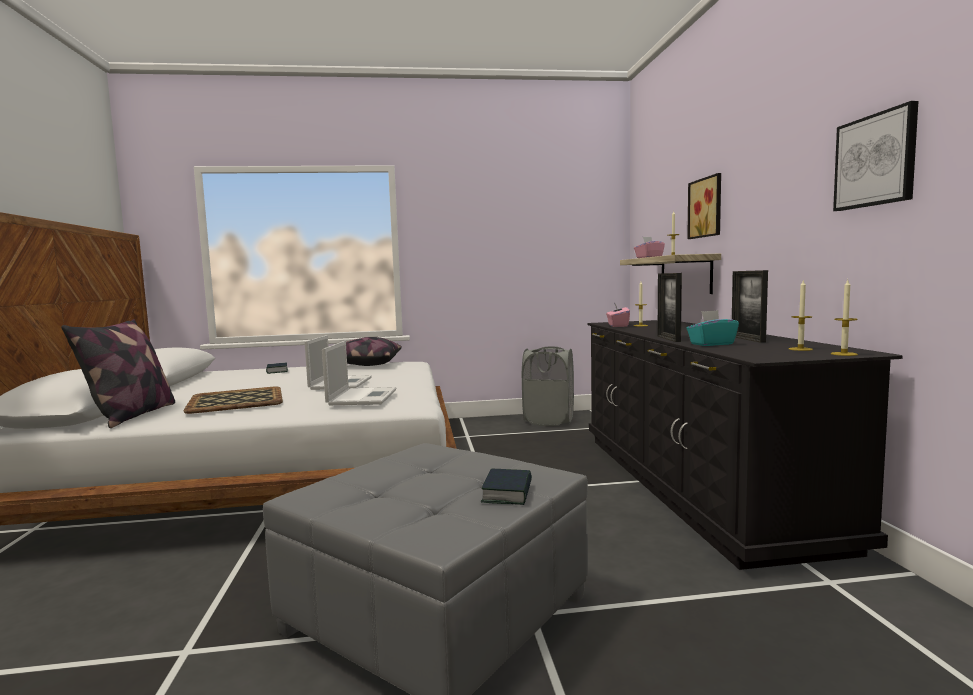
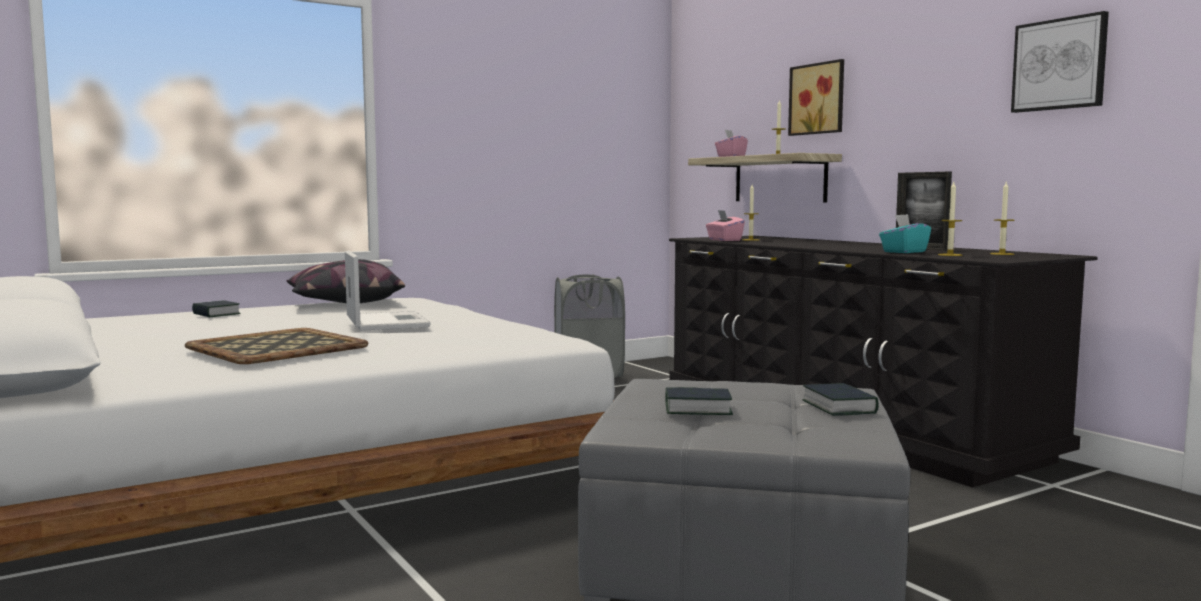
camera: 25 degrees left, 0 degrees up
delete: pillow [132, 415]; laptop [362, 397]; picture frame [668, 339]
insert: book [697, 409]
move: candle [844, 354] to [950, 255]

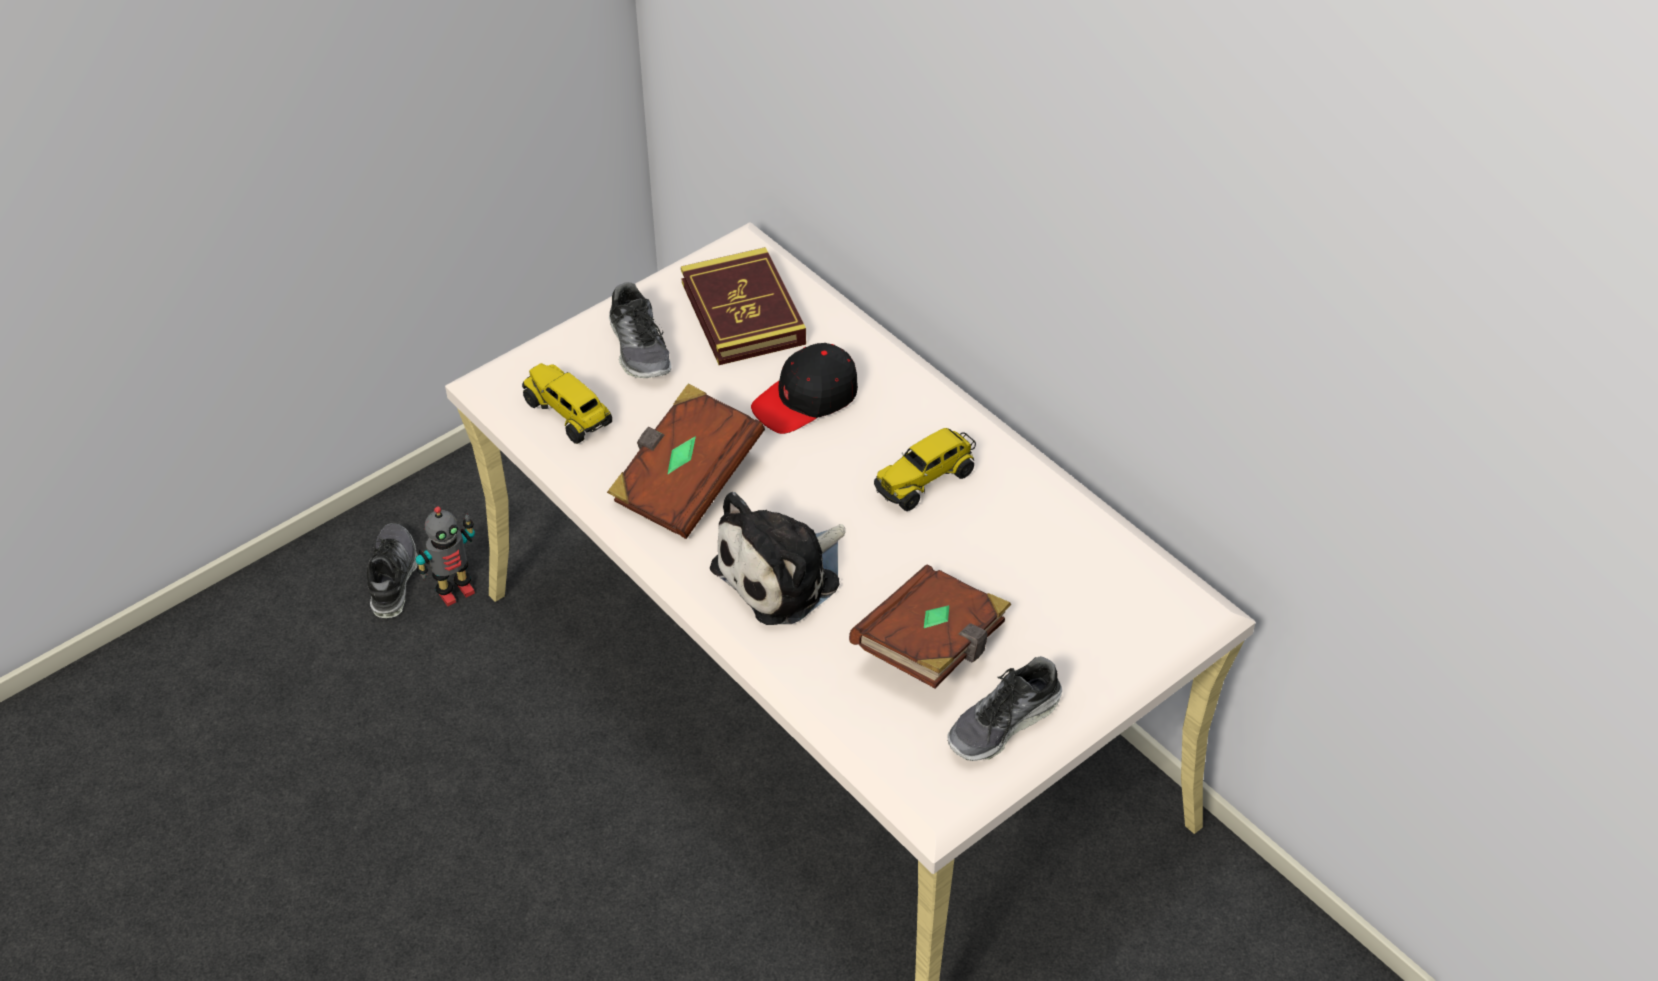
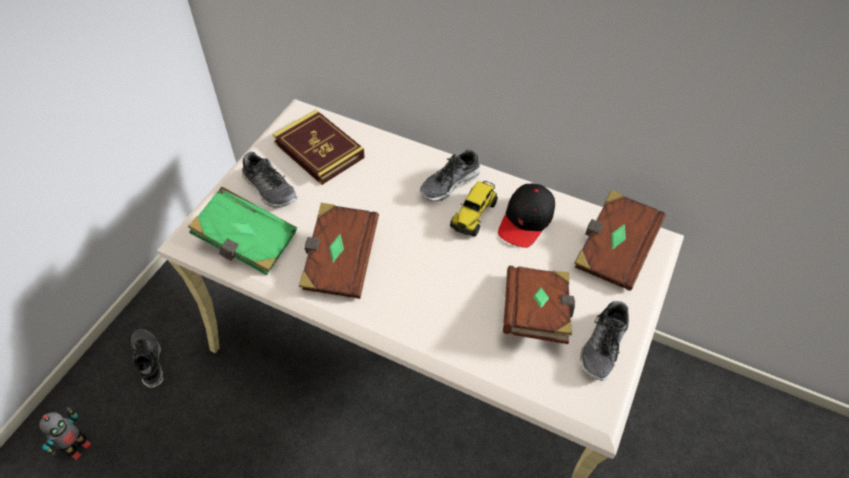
camera: 25 degrees left, 5 degrees up
delete: plush toy [783, 574]
insert: shoe [450, 184]; book (brown) [613, 251]
move: toy robot [455, 591] to [78, 448]; cap (black) [806, 399] to [526, 220]
replace: toy truck [569, 414] to book (green) [247, 243]

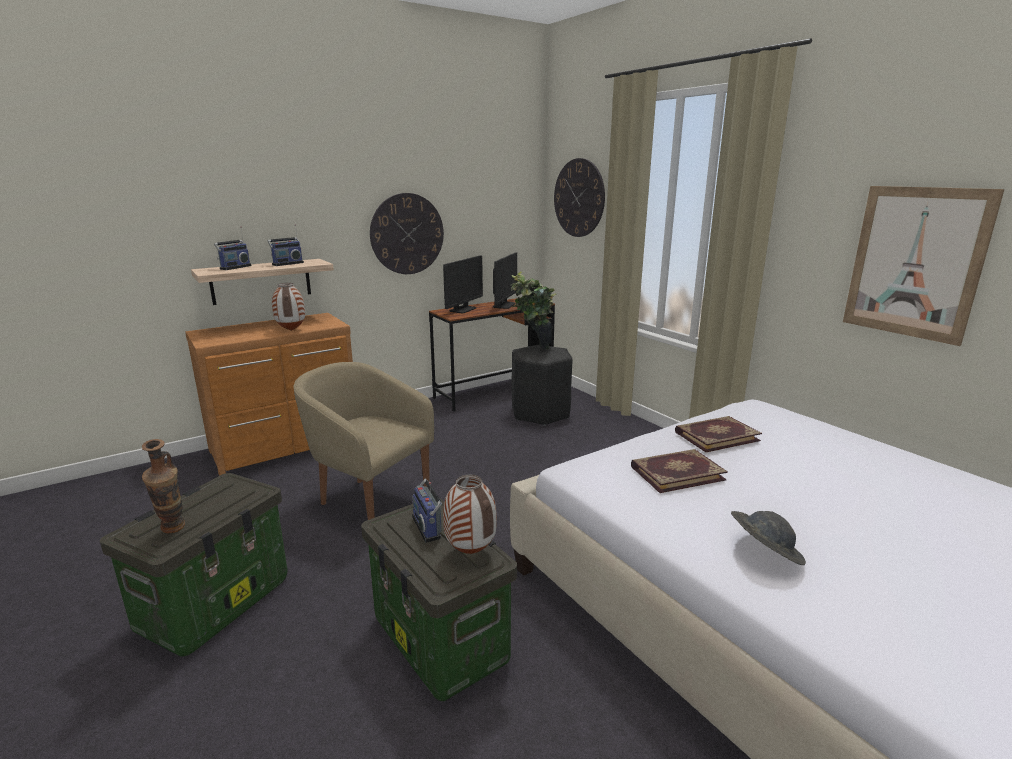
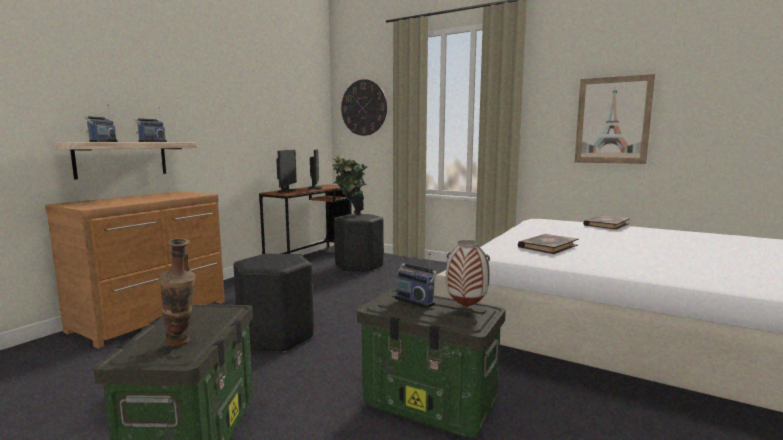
camera: 25 degrees left, 10 degrees down
delete: vase [291, 330]; wall clock [407, 234]; hat (grey) [763, 552]
move: book [716, 436] to [605, 224]
replace: armchair (beige) [369, 502] to stool (black) [276, 337]

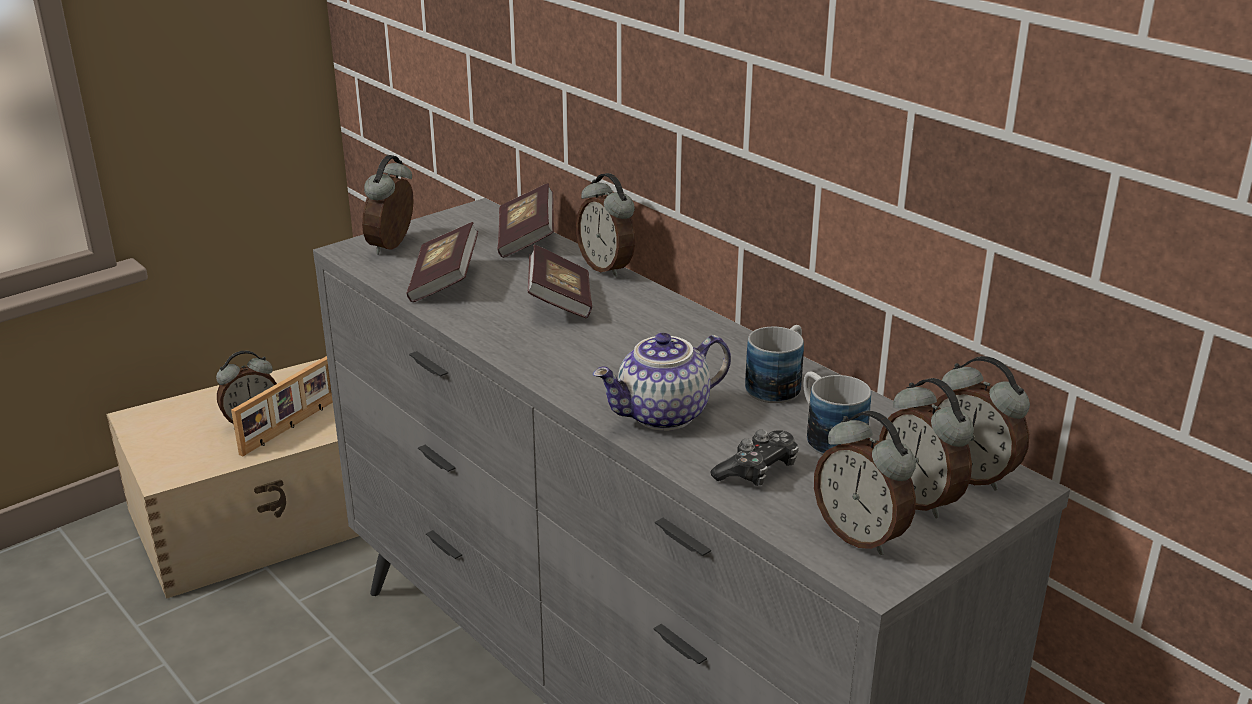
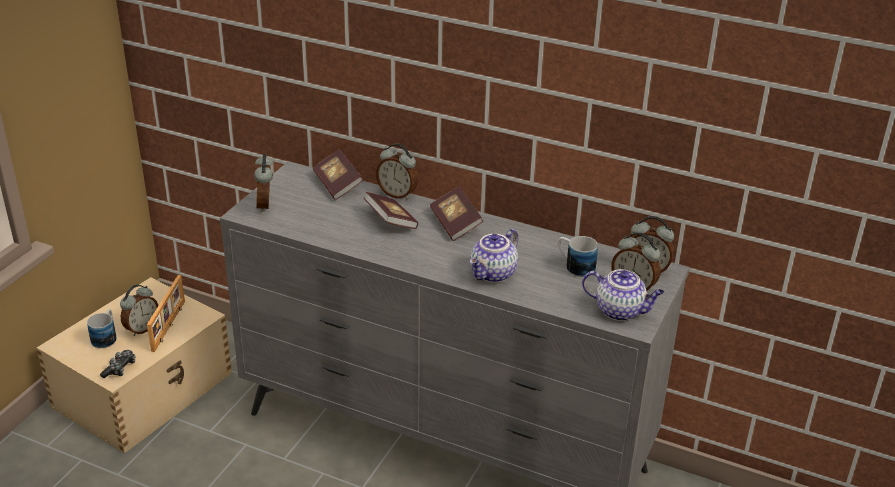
camera: 25 degrees left, 5 degrees up
move: book [444, 281] to [455, 224]; game controller [757, 470] to [120, 368]; mug [778, 384] to [106, 337]
replace: alarm clock [861, 535] to teapot [620, 311]

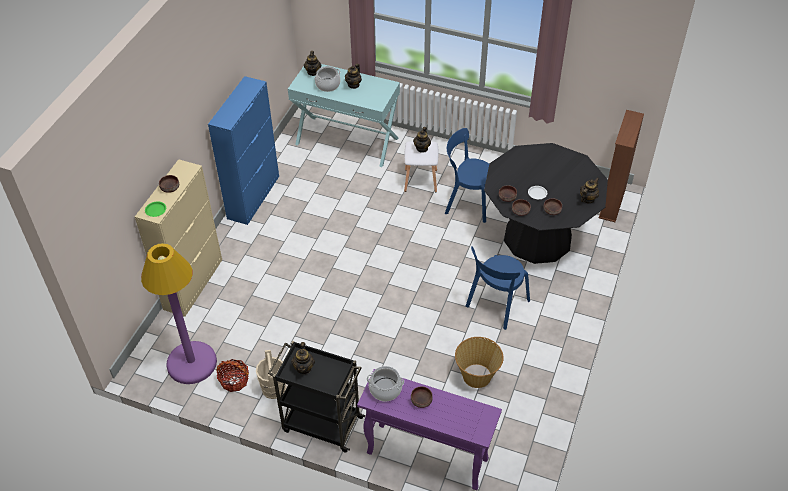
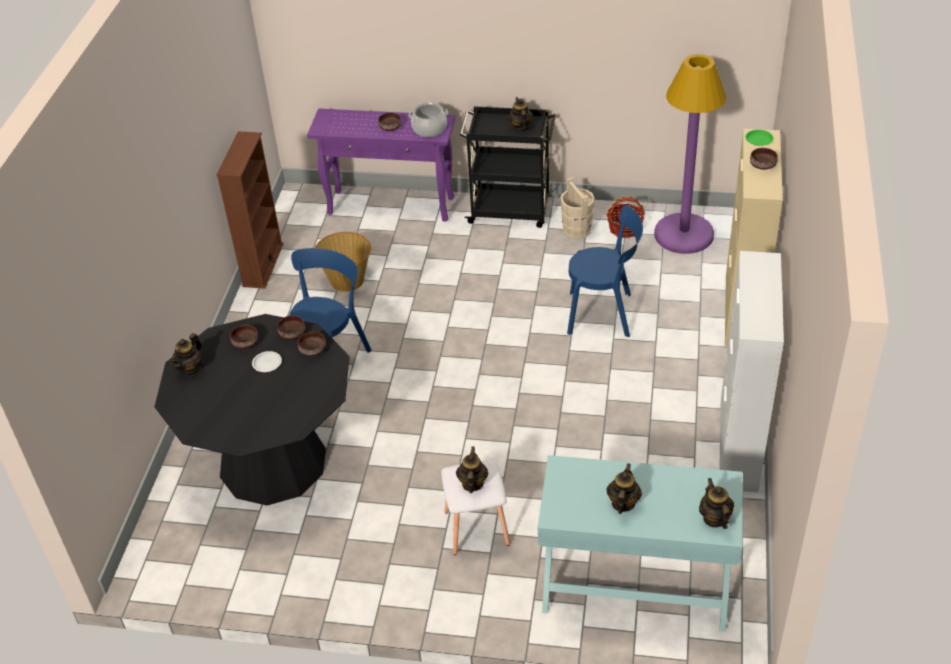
camera: 170 degrees right, 5 degrees down
delete: cooking pot [328, 85]
move: chair (blue) [467, 202] to [603, 314]; bookcase (brown) [612, 203] to [263, 265]
recolor: cabinet (blue) [254, 197] to cabinet (white) [738, 445]

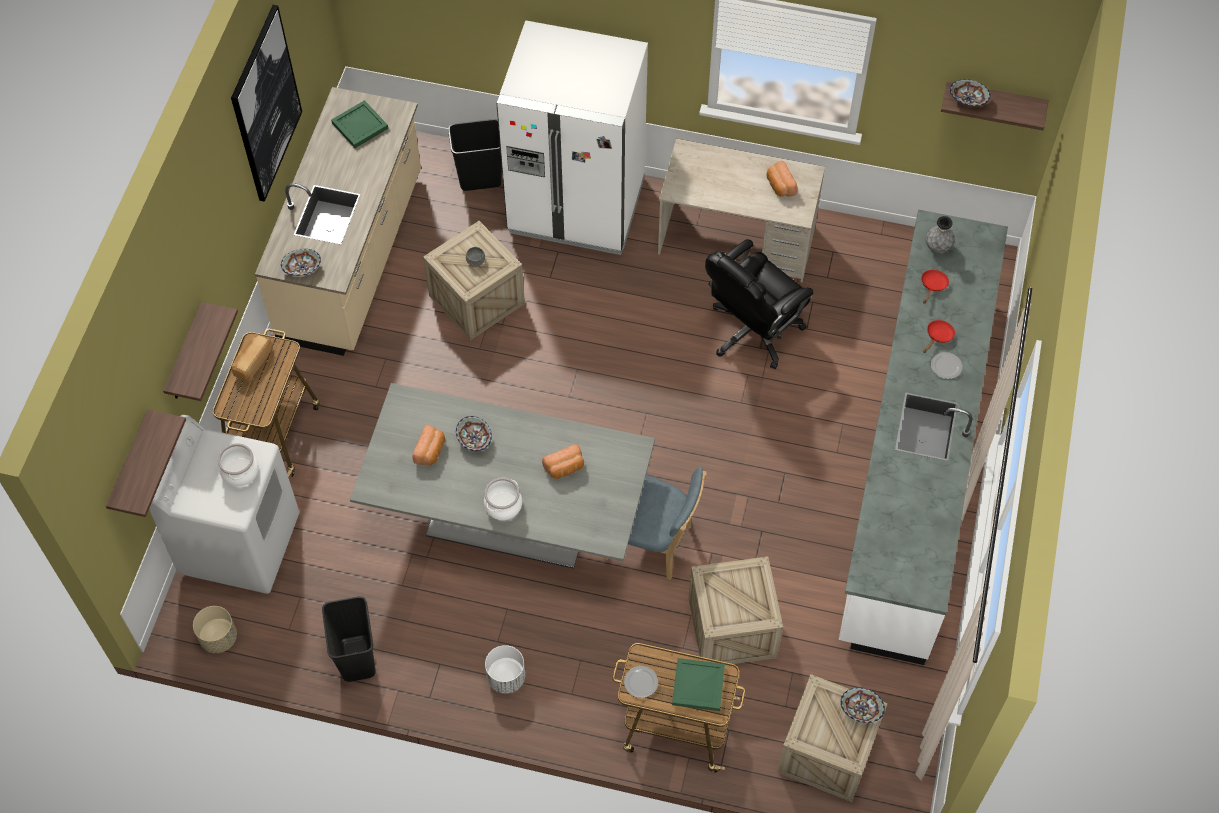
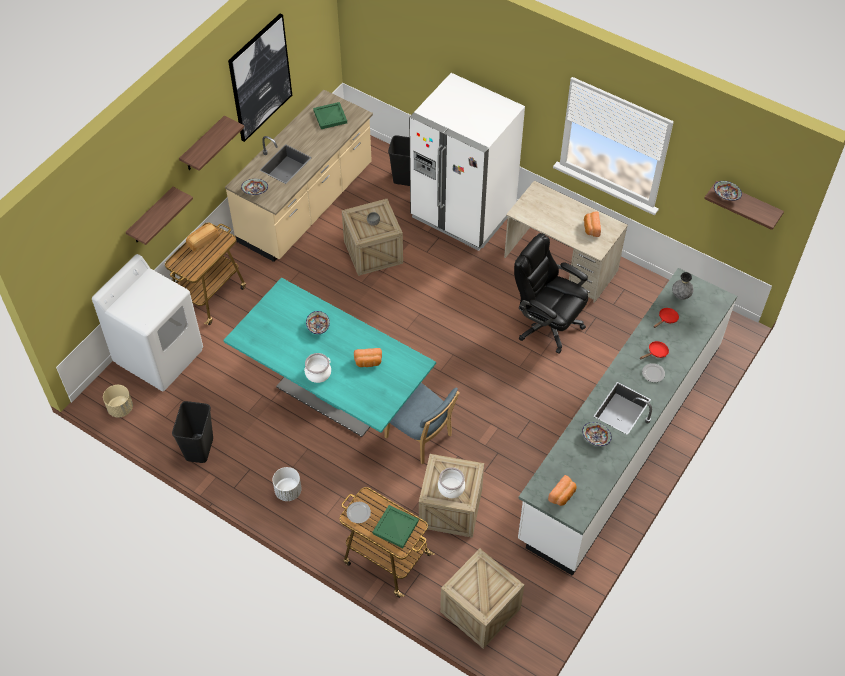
camera: 20 degrees right, 5 degrees down
move: shelf [131, 466] to [203, 145]; cooking pot [240, 471] to [451, 487]; bread [431, 451] to [562, 495]; bowl [861, 710] to [595, 438]
recolor: dining table (grey) [509, 521] to dining table (turquoise) [333, 394]
rotate: office chair (black) [753, 331] = [547, 324] 60 degrees clockwise

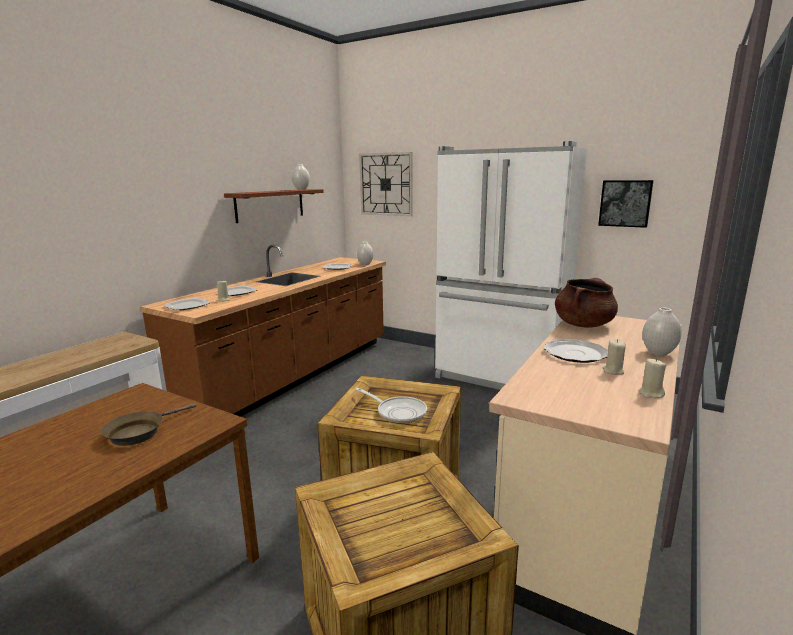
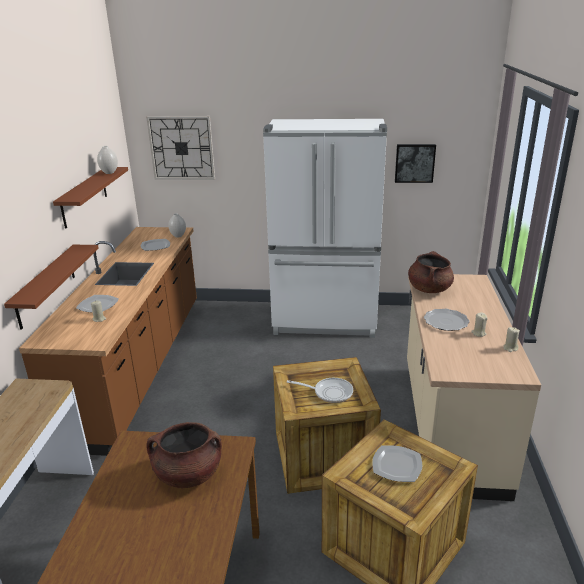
camera: 25 degrees left, 10 degrees up
delete: vase (white) [658, 353]
insert: shelf (brown) [45, 286]
move: plate [188, 306] to [397, 465]
replace: frying pan (brown) [139, 432] to cooking pot (brown) [188, 474]

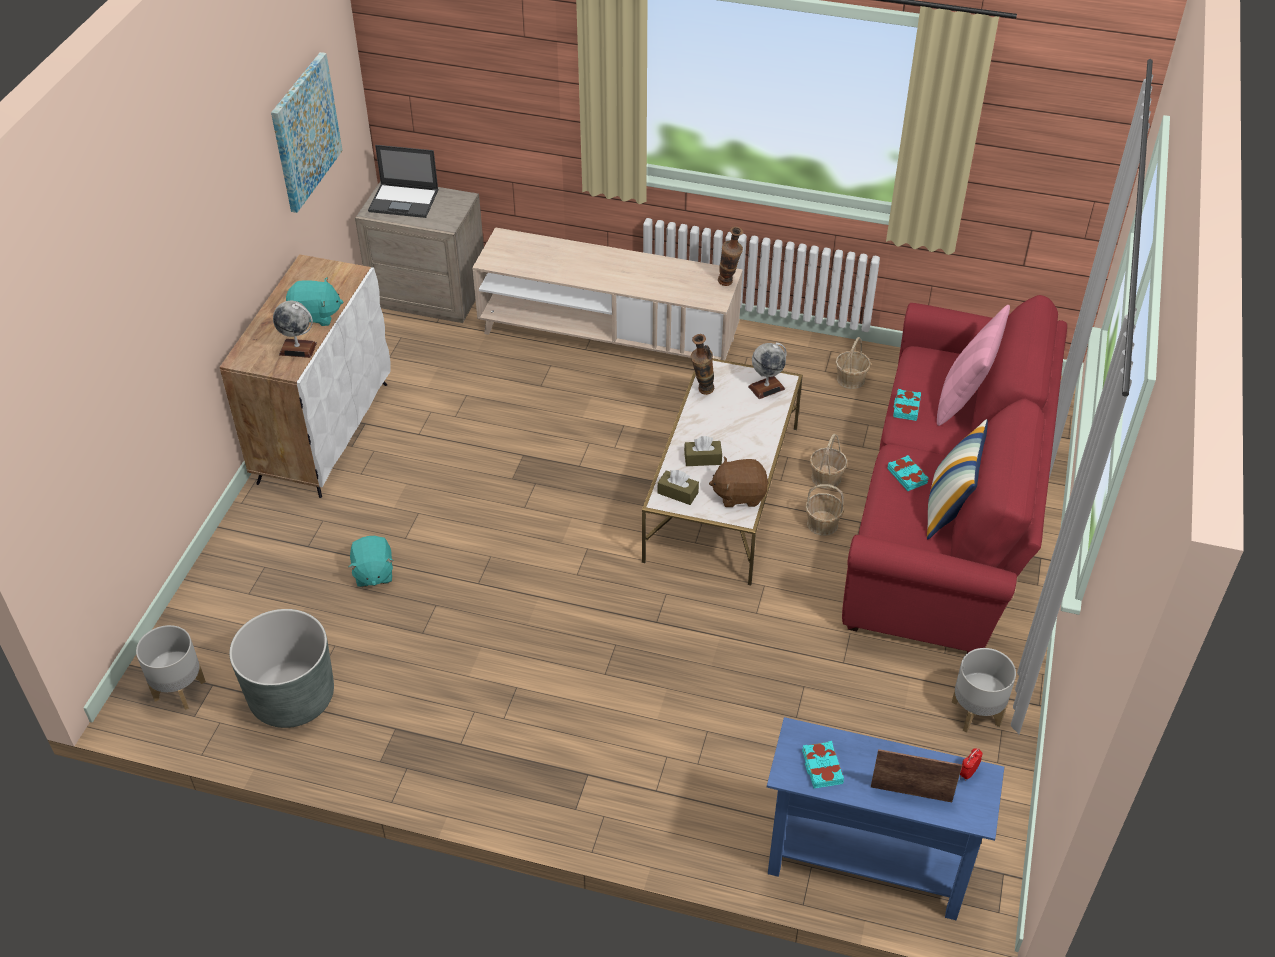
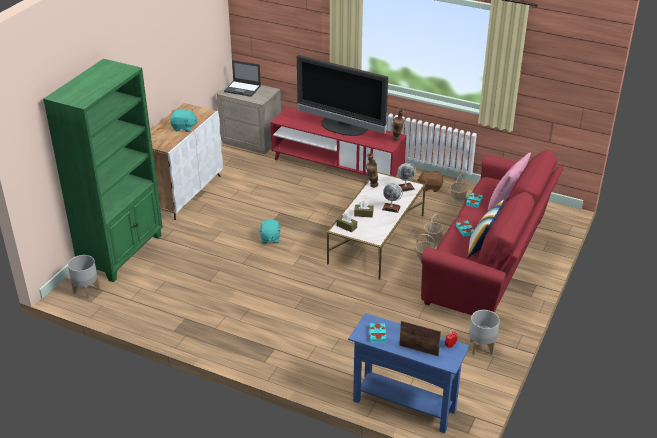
camera: 10 degrees right, 10 degrees down
delete: planter (grey) [292, 697]; picture [305, 132]
insert: bookcase (green) [122, 252]; television [342, 128]
move: globe [298, 349] to [391, 208]; plush toy (turquoise) [373, 573] to [270, 238]; plush toy (brown) [739, 494] to [430, 187]
recolor: tv stand (beige) [608, 336] to tv stand (red) [337, 166]

